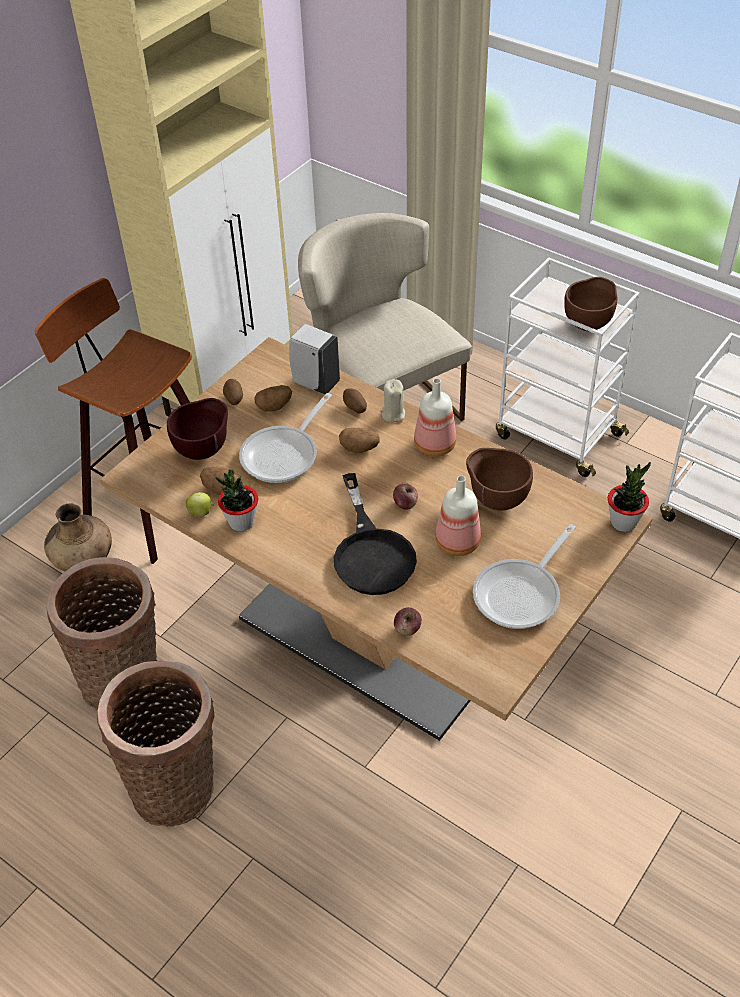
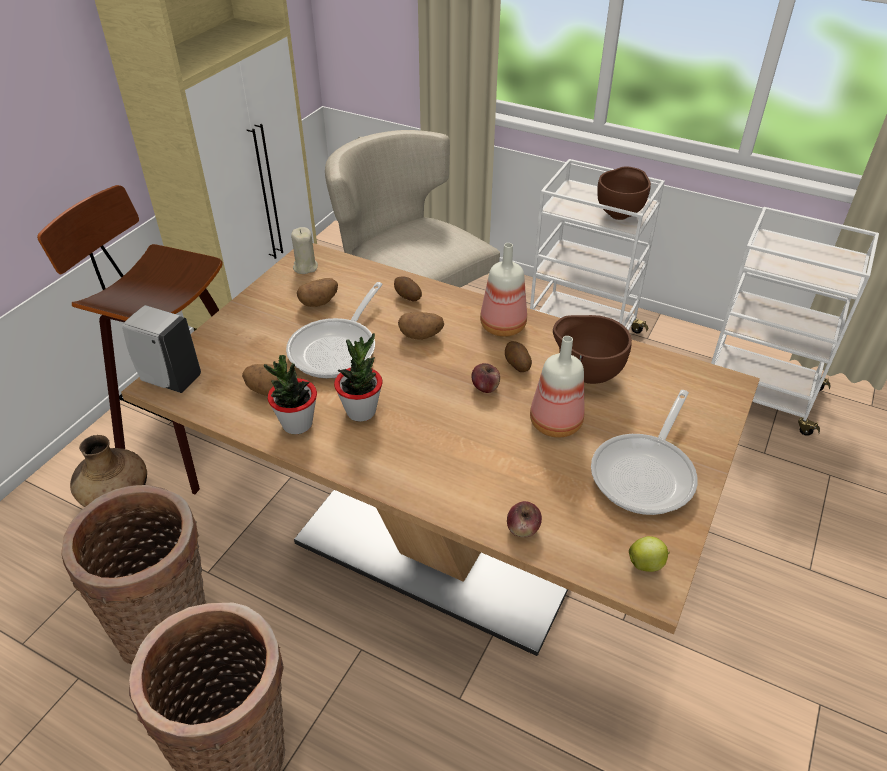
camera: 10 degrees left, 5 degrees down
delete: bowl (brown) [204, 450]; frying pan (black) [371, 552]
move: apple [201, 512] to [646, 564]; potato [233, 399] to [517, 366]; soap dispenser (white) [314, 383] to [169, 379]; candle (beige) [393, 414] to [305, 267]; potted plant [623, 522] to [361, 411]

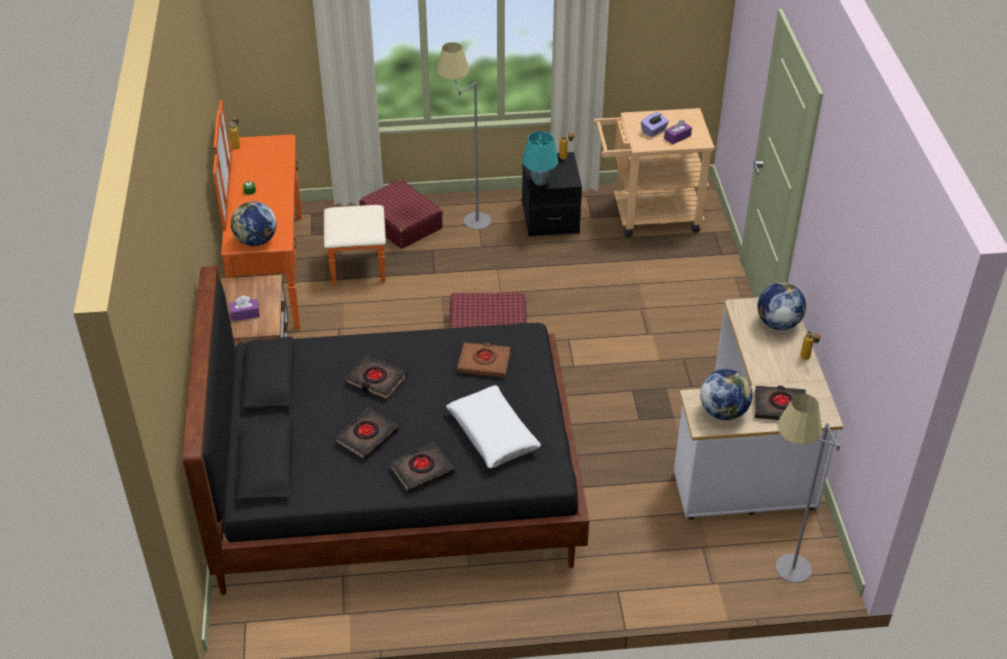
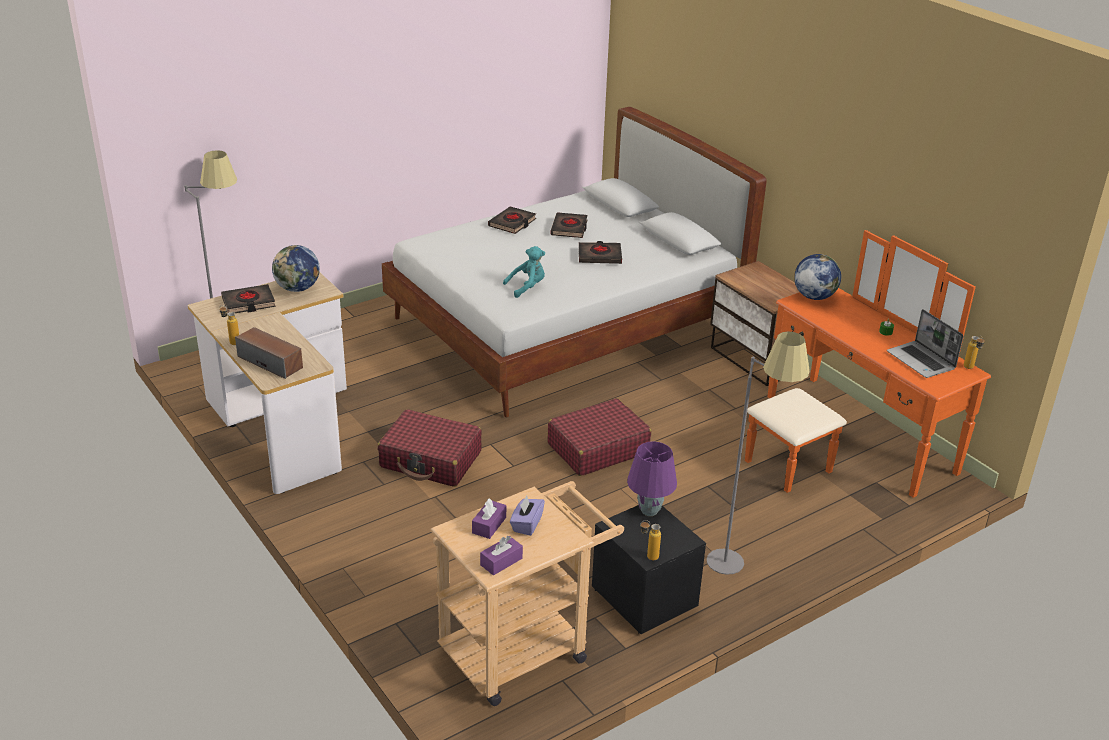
camera: 150 degrees right, 10 degrees down
delete: pillow (white) [493, 434]
insert: laptop [921, 361]
move: tissue box (purple) [245, 314] to [501, 561]; suitcase (red) [401, 223] to [431, 460]
replace: book (brown) [484, 363] to plush toy (turquoise) [527, 287]; globe [778, 323] to speaker [270, 362]
recolor: bed (black) [396, 483] to bed (white) [566, 326]; table lamp (turquoise) [539, 182] to table lamp (purple) [650, 511]

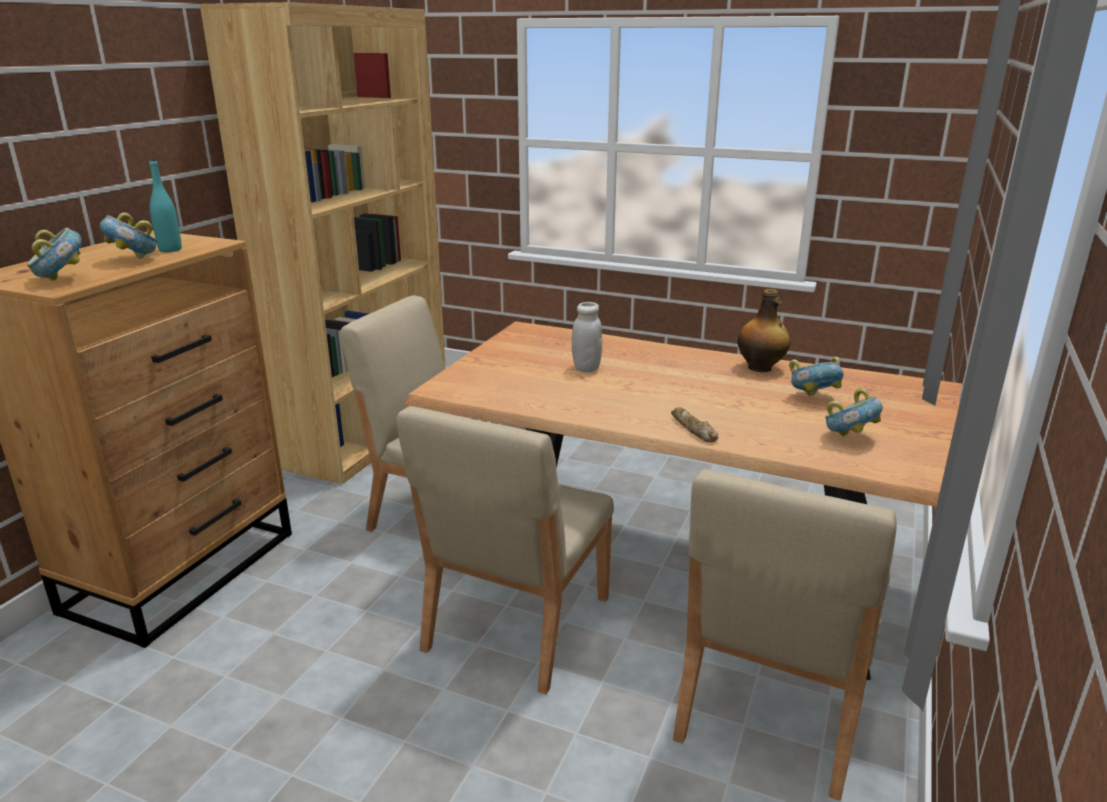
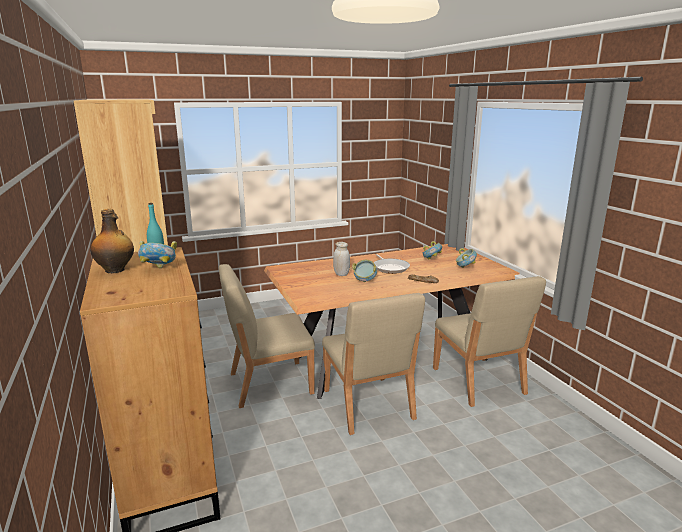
camera: 45 degrees left, 5 degrees down
insert: frying pan [390, 268]
move: bowl [61, 279] to [364, 281]; bottle [760, 368] to [116, 270]

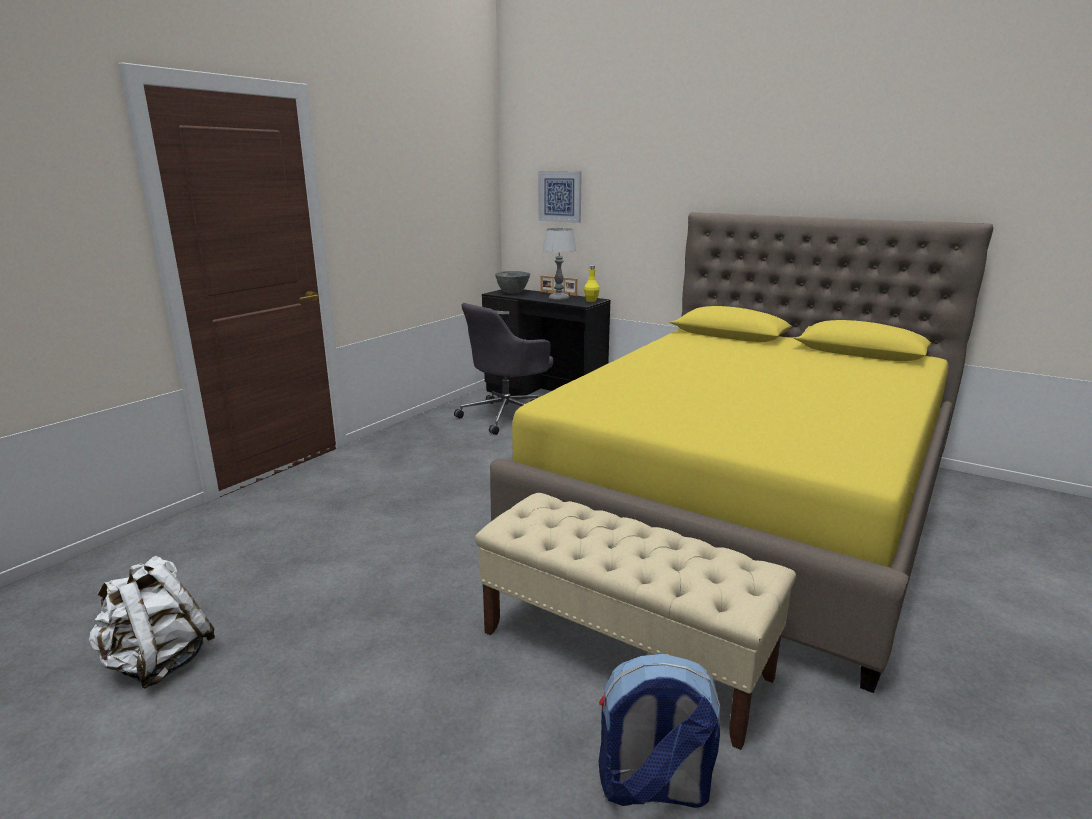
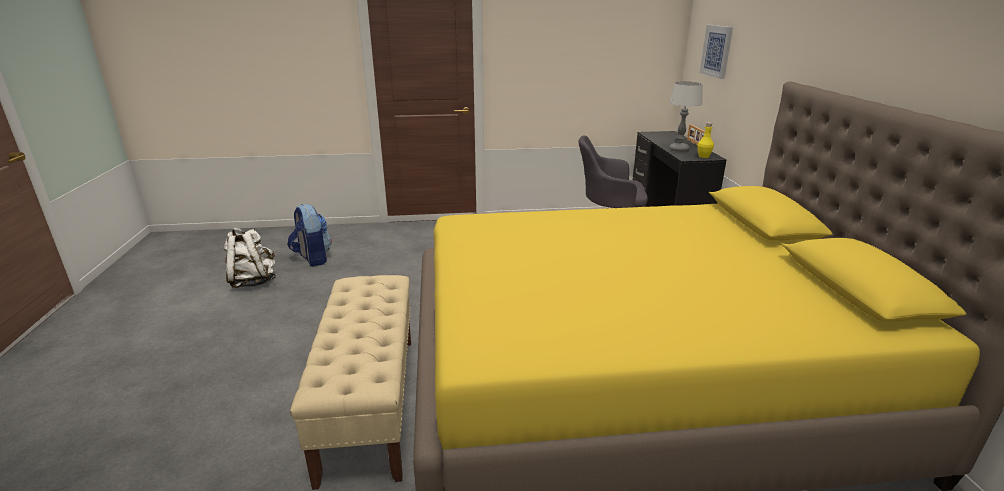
camera: 50 degrees right, 5 degrees up
delete: bowl (grey) [512, 293]
move: backpack [653, 788] to [312, 258]

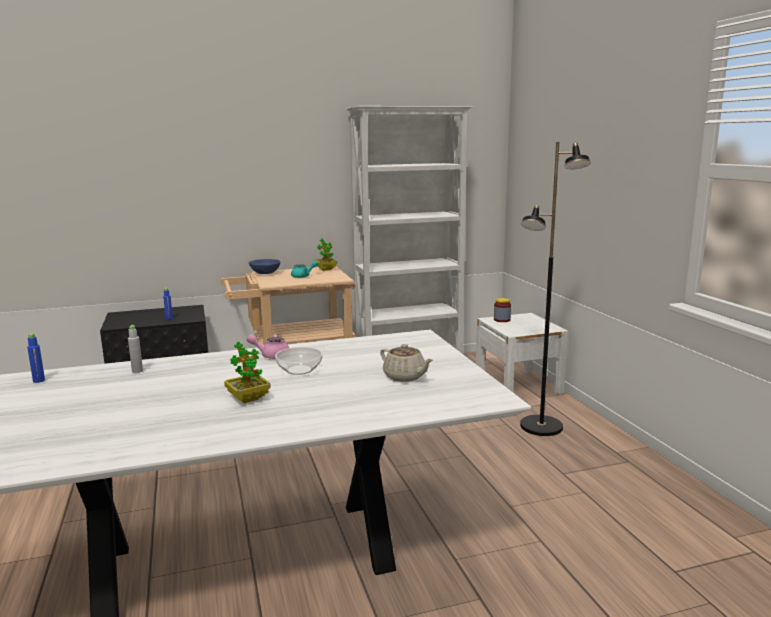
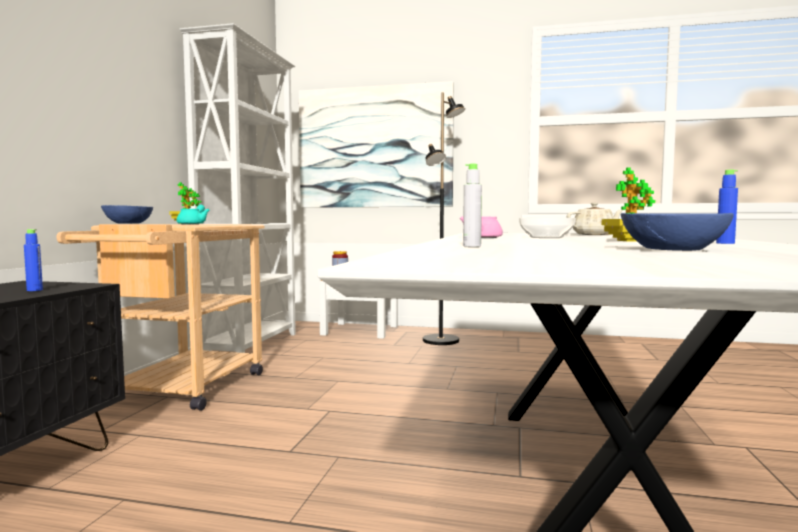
camera: 60 degrees left, 10 degrees down
insert: picture [374, 147]; bowl (blue) [672, 250]
move: bottle (blue) [39, 380] to [725, 243]

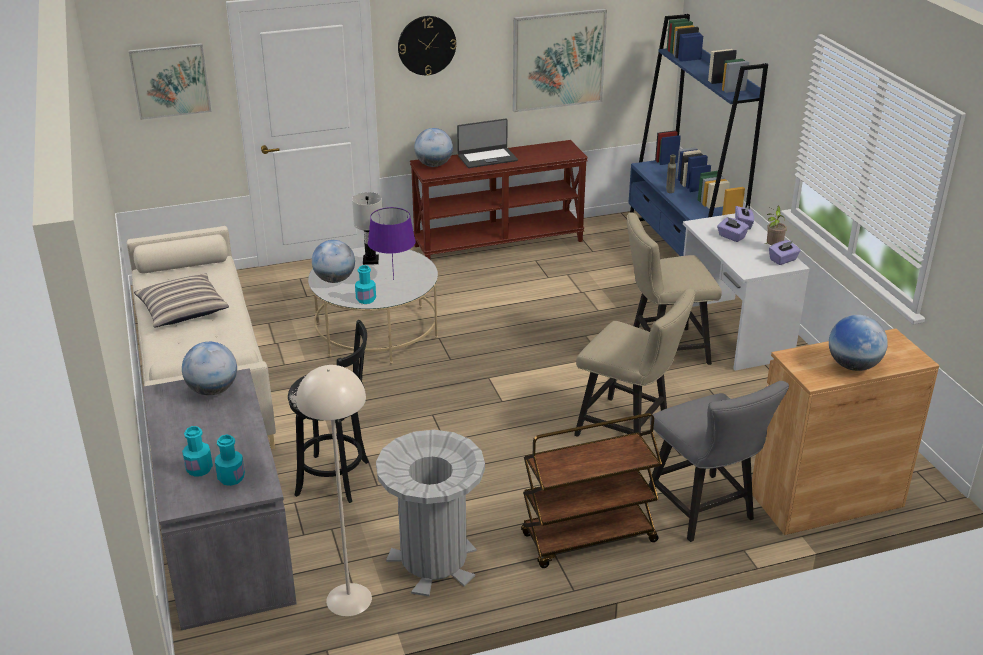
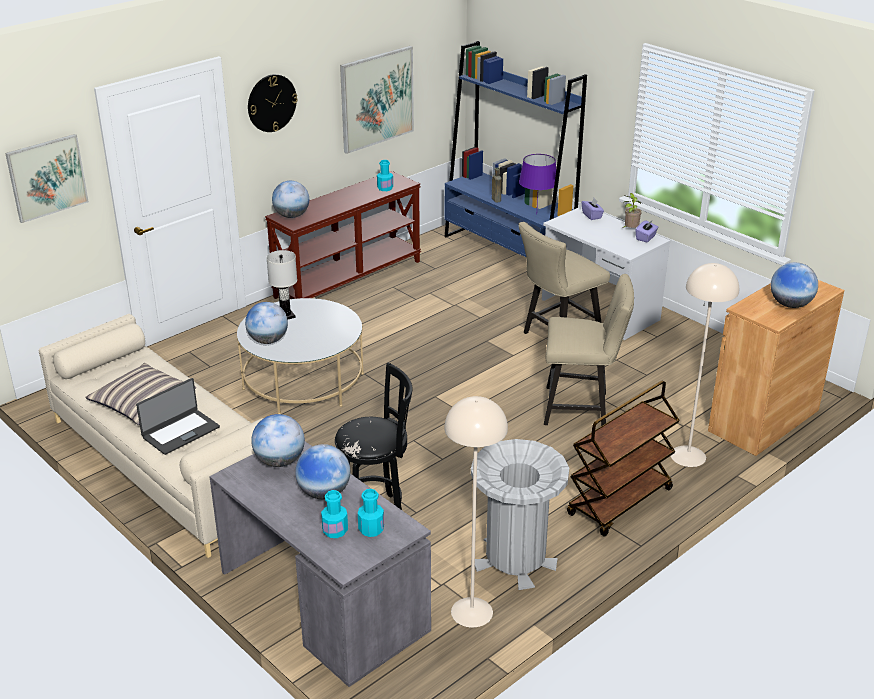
camera: 25 degrees left, 0 degrees up
delete: tissue box (purple) [731, 237]
insert: globe [324, 493]
move: bottle (turquoise) [366, 299] to [385, 188]; table lamp (purple) [393, 280] to [536, 214]; laptop [487, 158] to [180, 432]
replace: chair (grey) [704, 512] to floor lamp (beige) [688, 456]

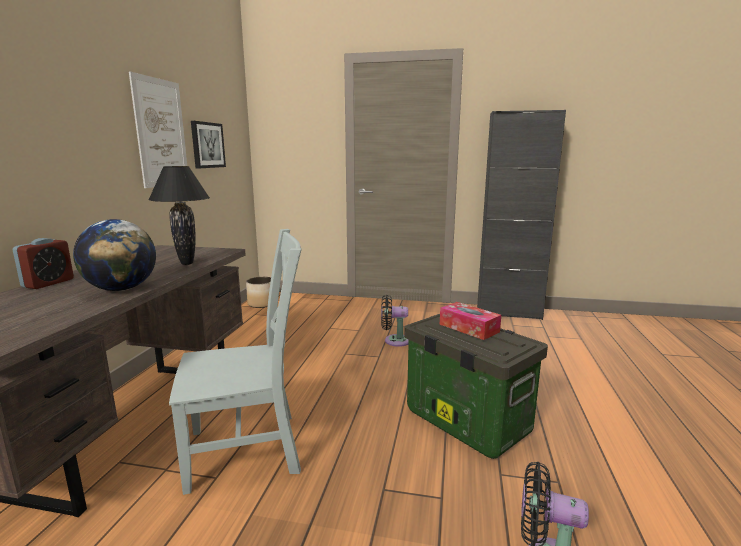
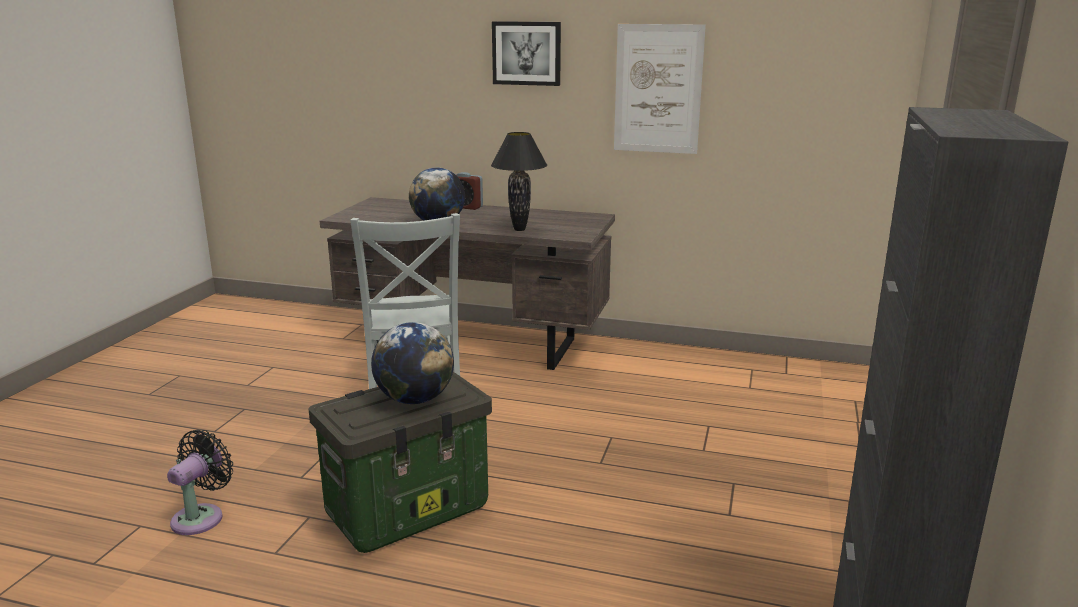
camera: 95 degrees right, 5 degrees up
delete: planter [261, 304]; fan (black) [394, 341]
move: picture [207, 145] to [526, 53]
replace: tissue box [469, 328] to globe [415, 399]

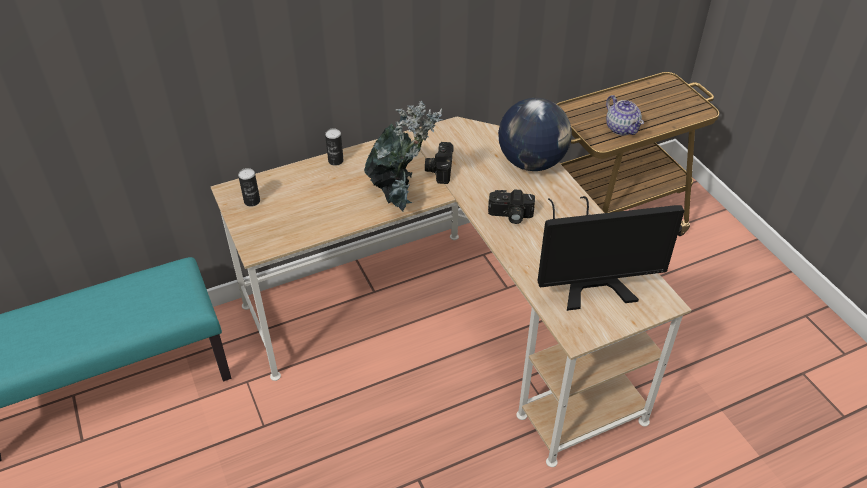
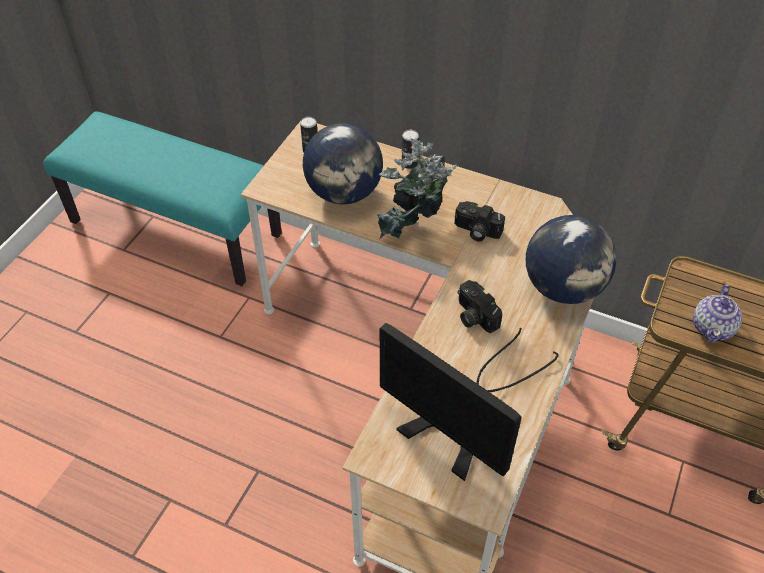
camera: 50 degrees right, 5 degrees up
insert: globe [344, 193]
rotate: photo camera [439, 169] = [476, 231] 120 degrees counterclockwise

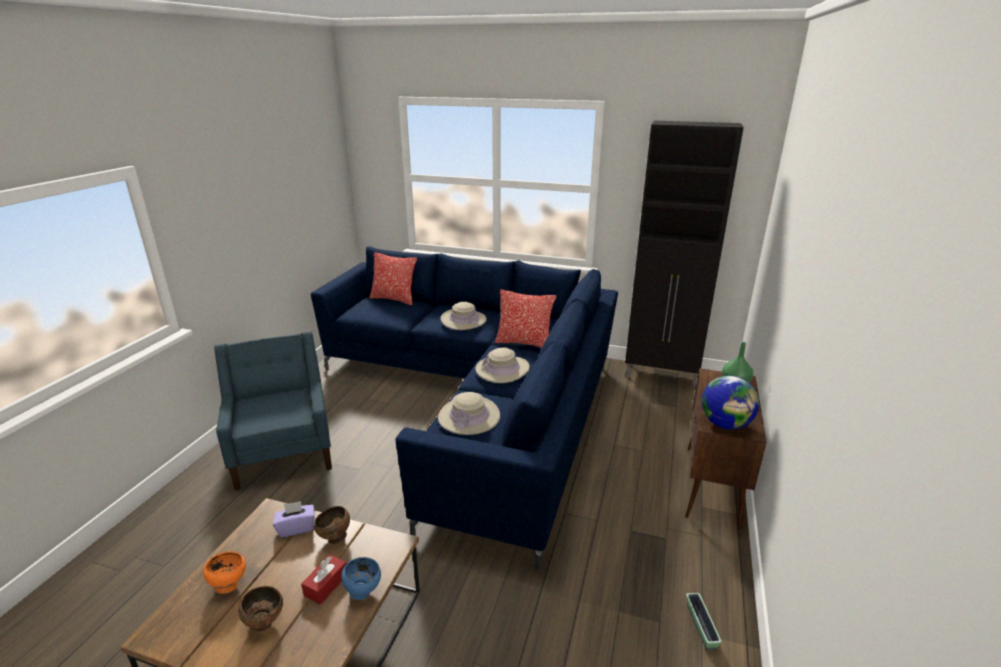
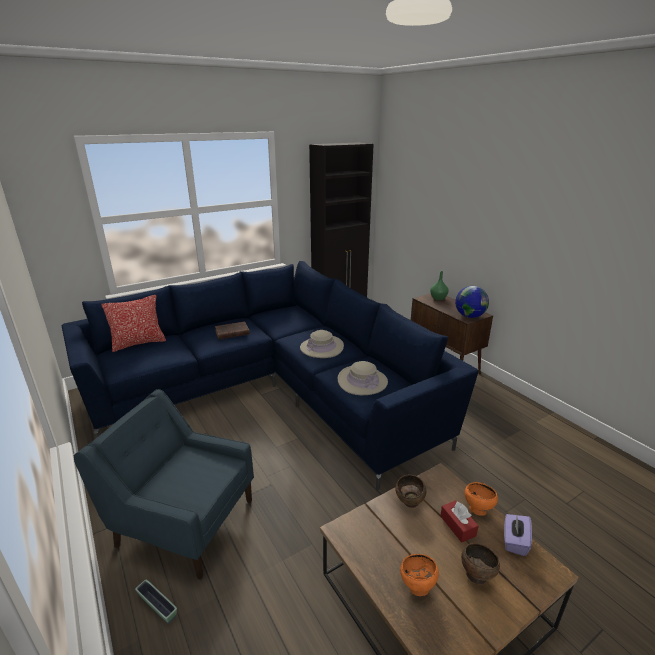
camera: 50 degrees left, 0 degrees up
delete: pillow [524, 343]
move: tissue box (purple) [296, 527] to [514, 541]; planter [700, 626] to [157, 606]
replace: hat (beige) [463, 320] to book (brown) [231, 332]
recolor: bowl (blue) [363, 591] to bowl (orange) [477, 509]

